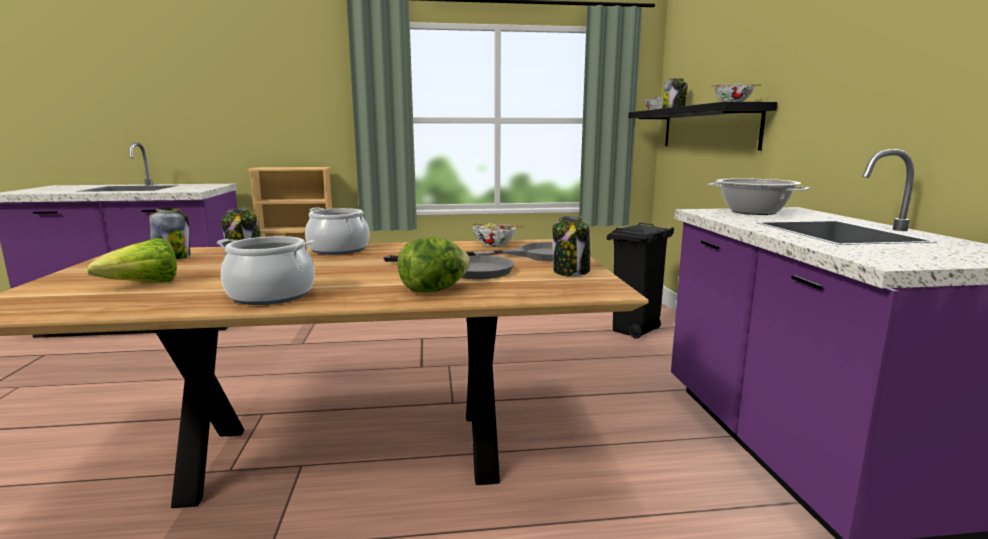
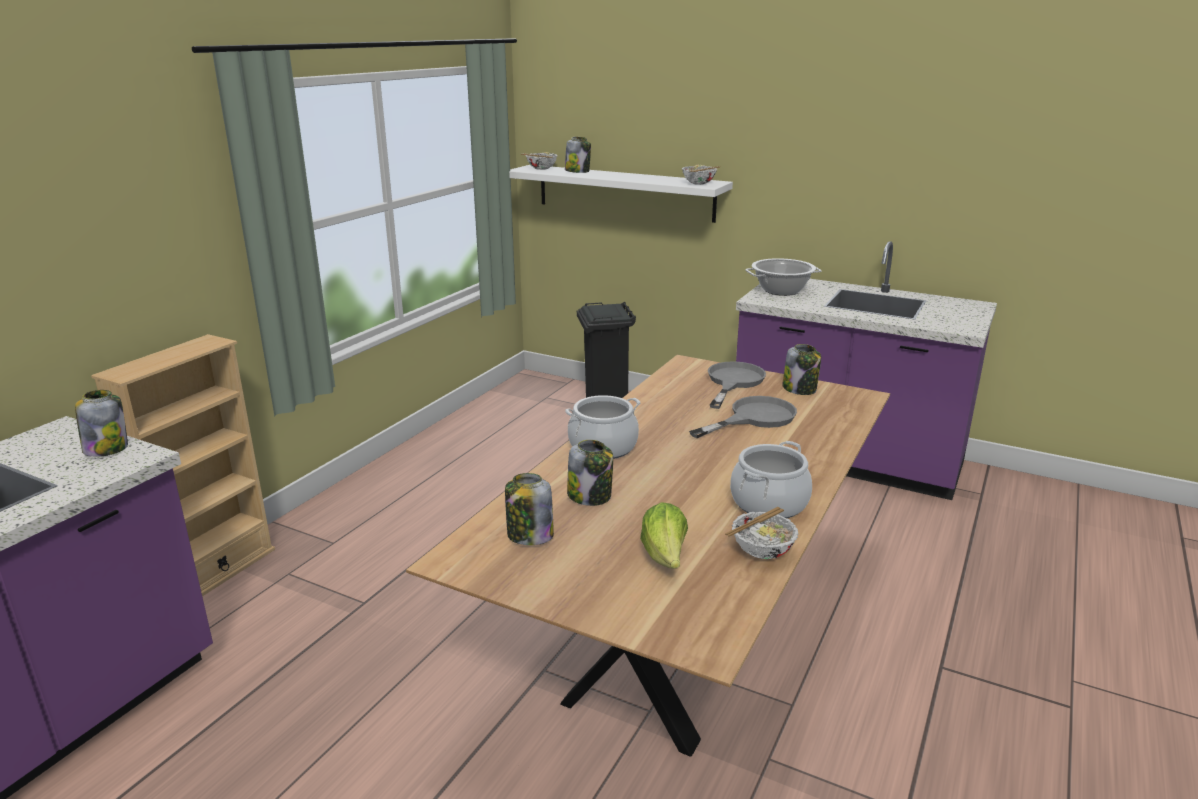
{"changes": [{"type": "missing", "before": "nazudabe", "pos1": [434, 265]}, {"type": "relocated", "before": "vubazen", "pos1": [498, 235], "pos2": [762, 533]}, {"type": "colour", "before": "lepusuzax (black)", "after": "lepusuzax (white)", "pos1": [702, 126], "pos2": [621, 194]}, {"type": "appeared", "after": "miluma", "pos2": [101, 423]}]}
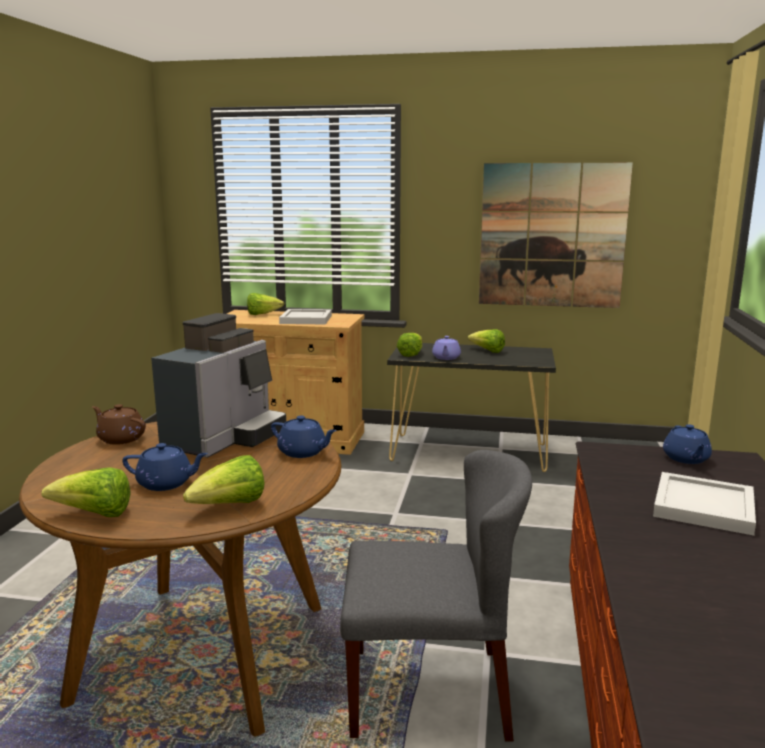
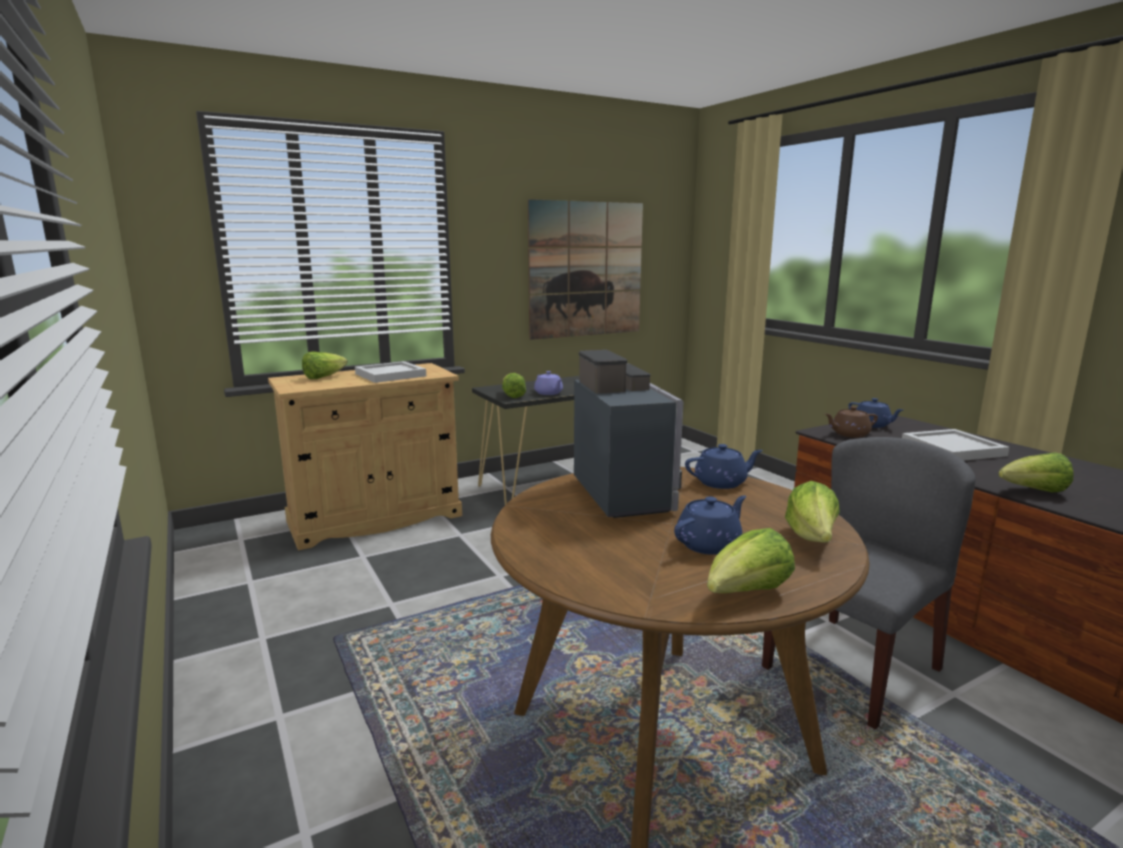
{"changes": [{"type": "relocated", "before": "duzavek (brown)", "pos1": [119, 424], "pos2": [851, 422]}, {"type": "relocated", "before": "nazudabe", "pos1": [486, 341], "pos2": [1036, 472]}]}
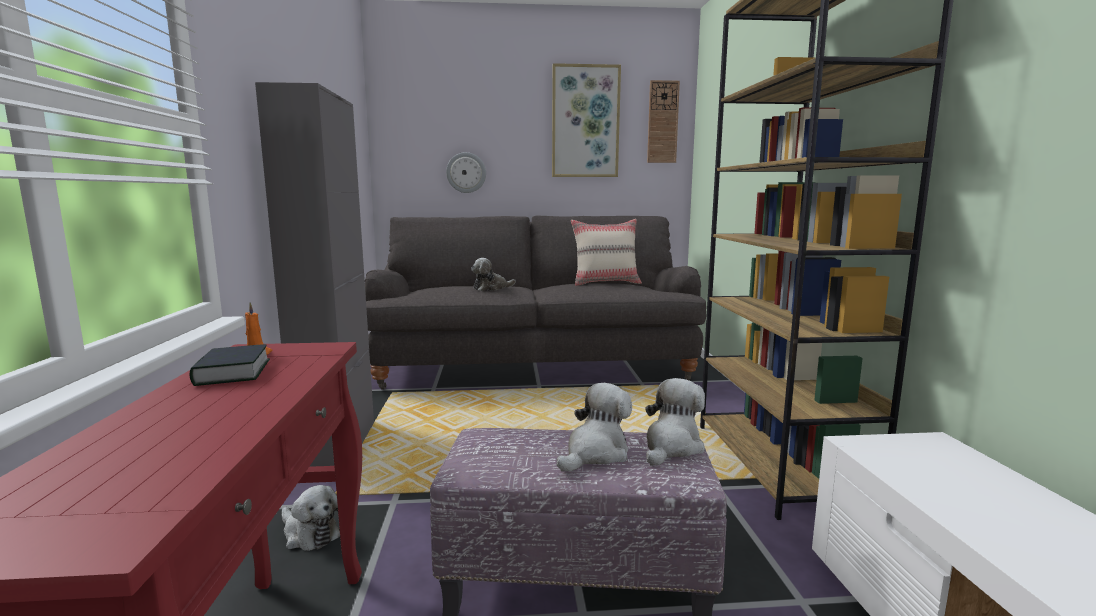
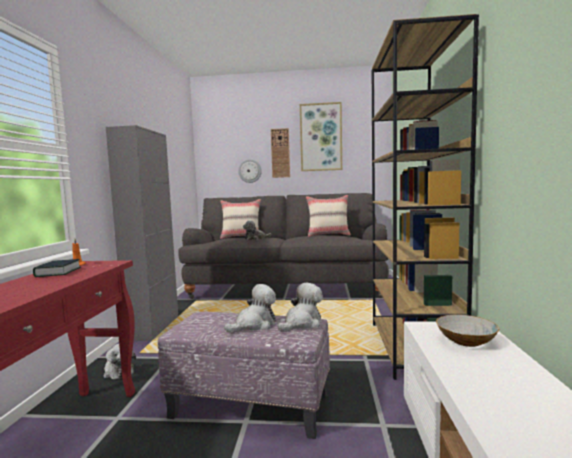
{"changes": [{"type": "relocated", "before": "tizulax", "pos1": [663, 121], "pos2": [280, 153]}, {"type": "appeared", "after": "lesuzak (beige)", "pos2": [240, 219]}, {"type": "appeared", "after": "vubazen", "pos2": [467, 330]}]}
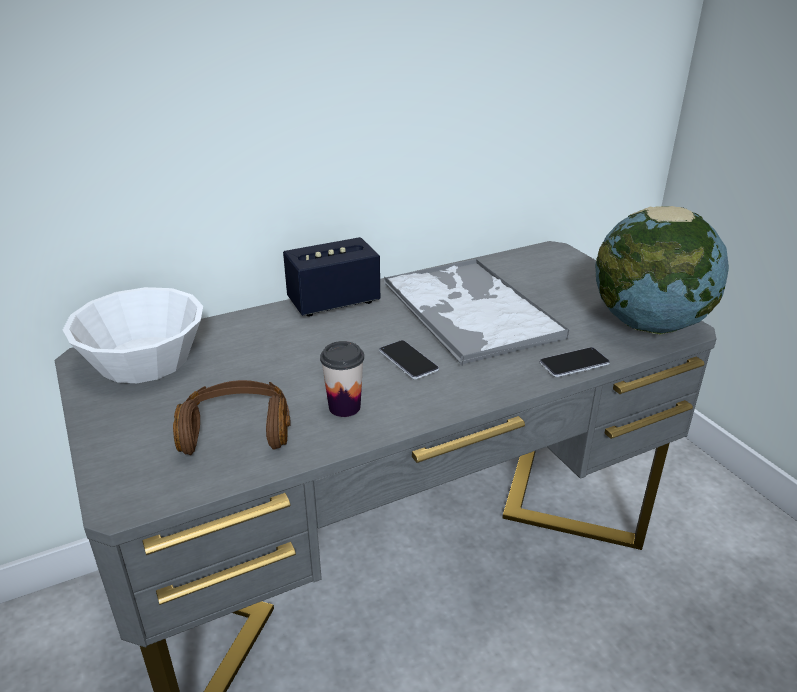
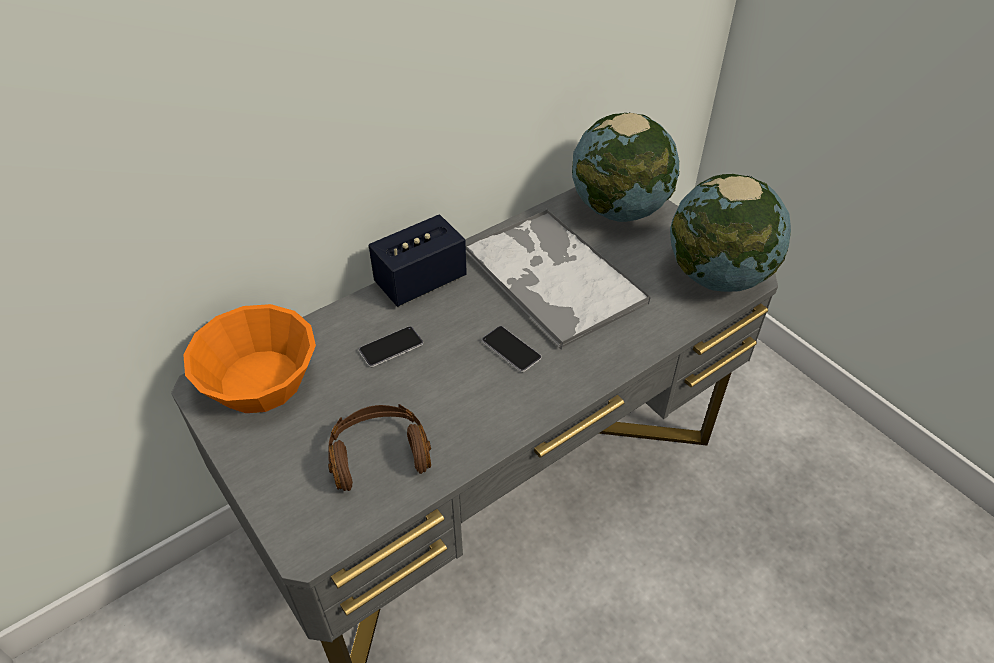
{"changes": [{"type": "colour", "before": "vubazen (white)", "after": "vubazen (orange)", "pos1": [133, 335], "pos2": [249, 358]}, {"type": "missing", "before": "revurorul", "pos1": [342, 379]}, {"type": "relocated", "before": "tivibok", "pos1": [574, 362], "pos2": [391, 346]}, {"type": "appeared", "after": "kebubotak", "pos2": [625, 167]}]}
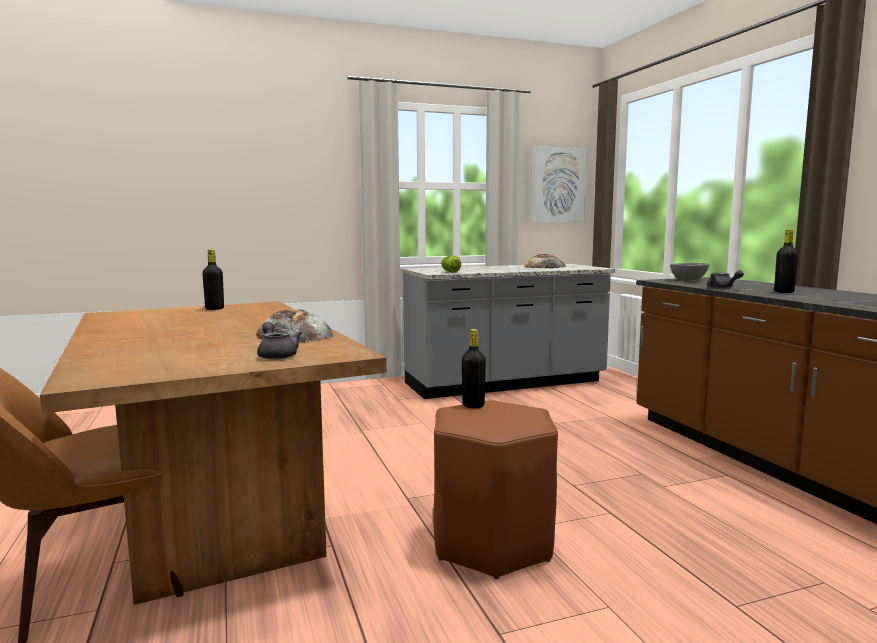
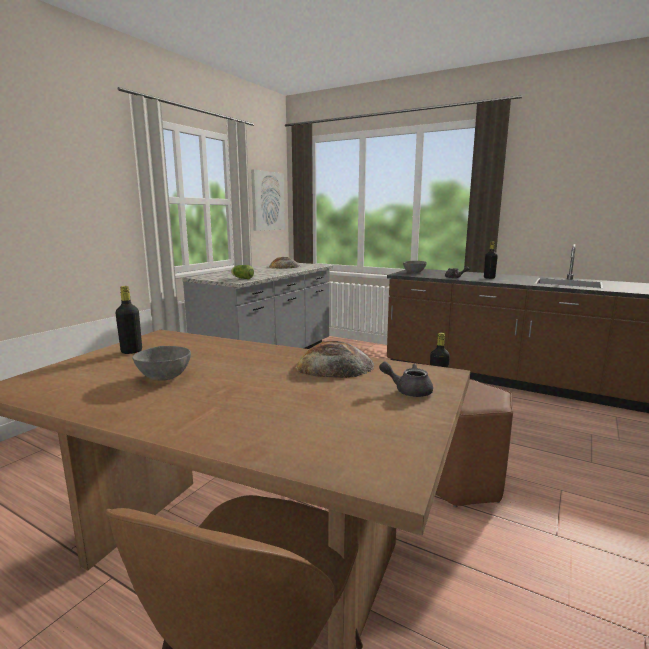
{"changes": [{"type": "appeared", "after": "vubazen (grey)", "pos2": [161, 363]}]}
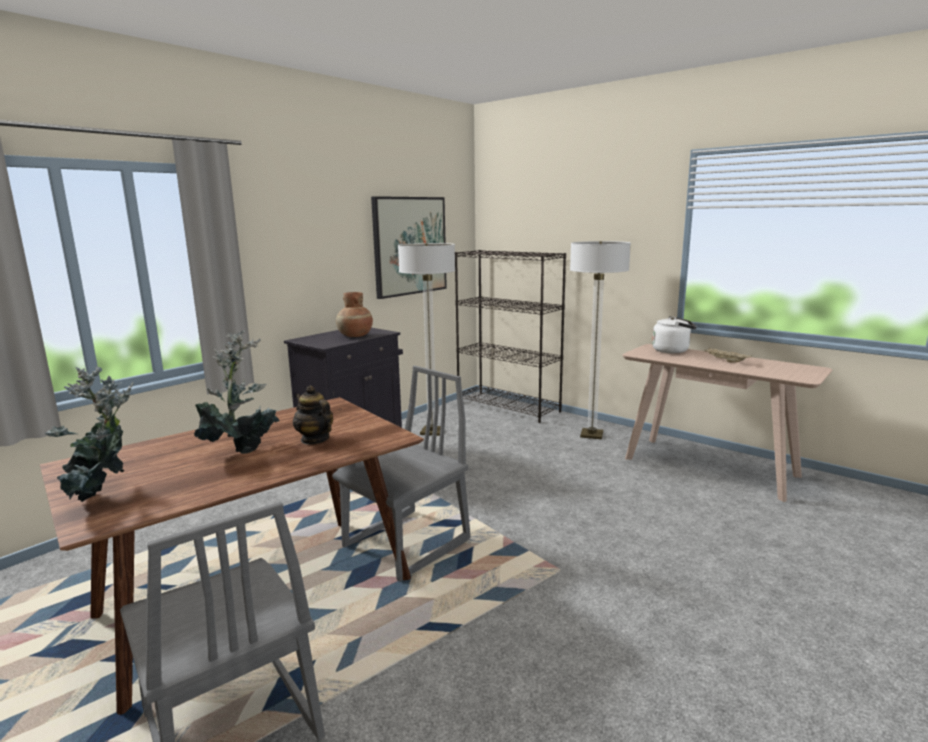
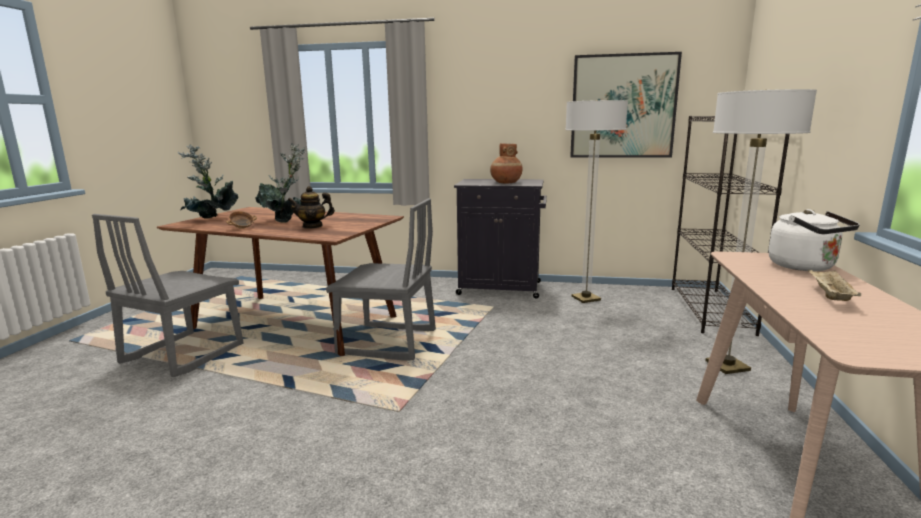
{"changes": [{"type": "spun", "before": "duzavek", "pos1": [313, 415], "pos2": [311, 207], "turn": -120}, {"type": "appeared", "after": "vubazen", "pos2": [241, 220]}]}
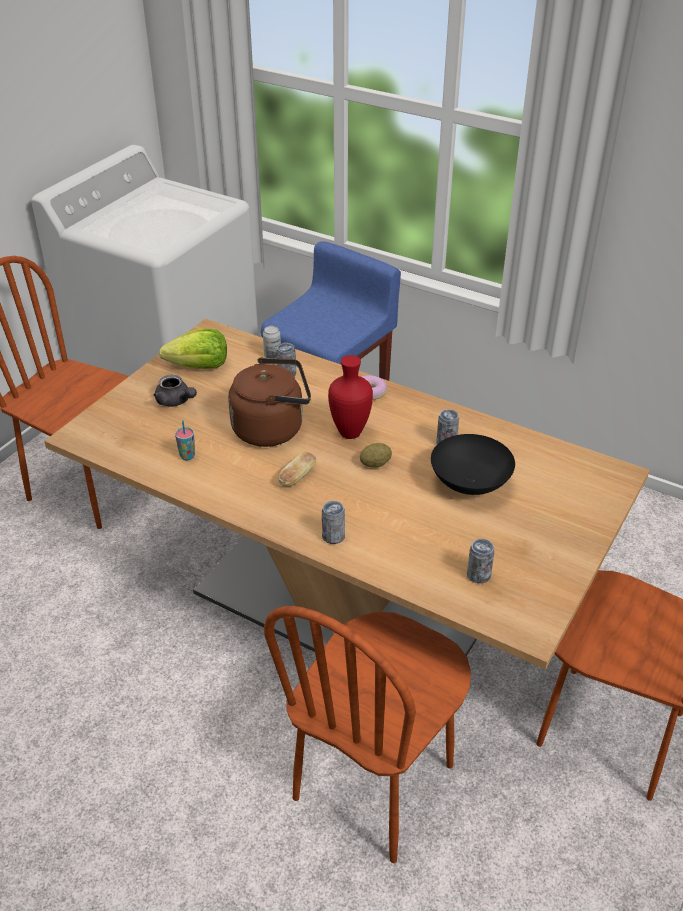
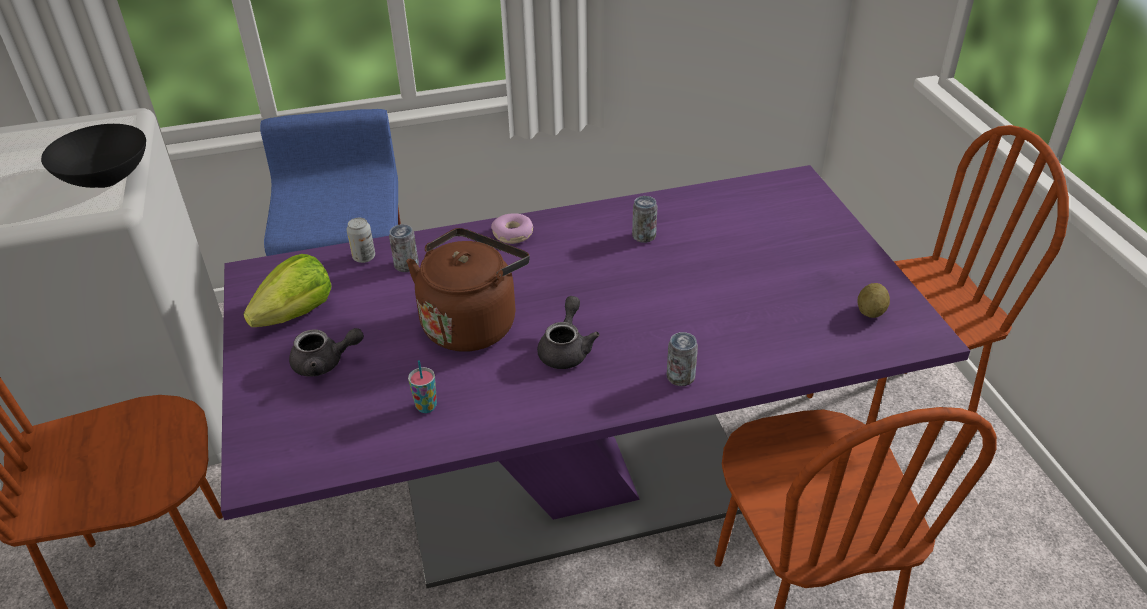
{"changes": [{"type": "colour", "before": "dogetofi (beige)", "after": "dogetofi (purple)", "pos1": [347, 494], "pos2": [595, 376]}, {"type": "exchanged", "before": "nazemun", "after": "duzavek (grey)", "pos1": [297, 469], "pos2": [568, 332]}, {"type": "missing", "before": "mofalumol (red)", "pos1": [350, 397]}, {"type": "relocated", "before": "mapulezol", "pos1": [376, 455], "pos2": [873, 300]}, {"type": "relocated", "before": "vubazen (black)", "pos1": [473, 464], "pos2": [93, 156]}, {"type": "missing", "before": "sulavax", "pos1": [481, 561]}]}
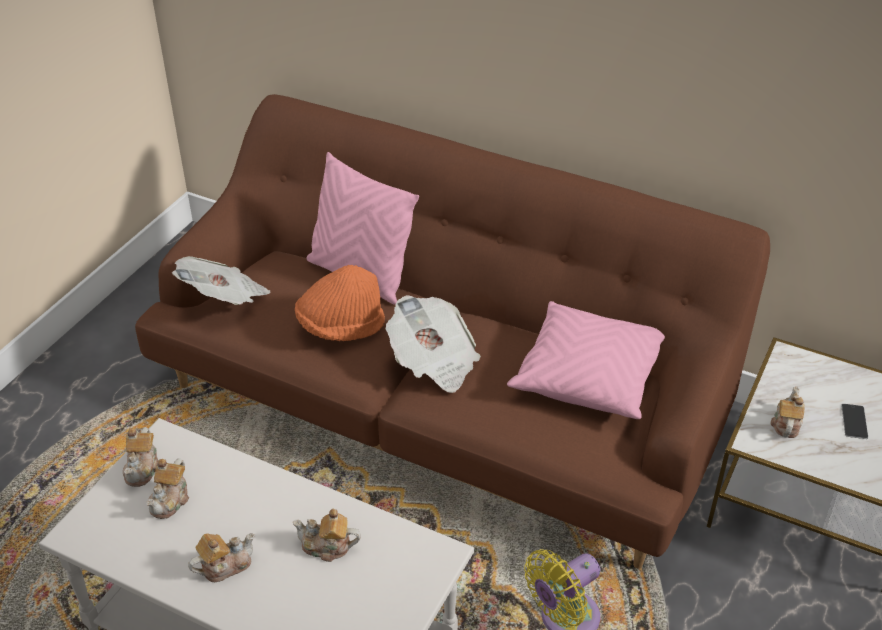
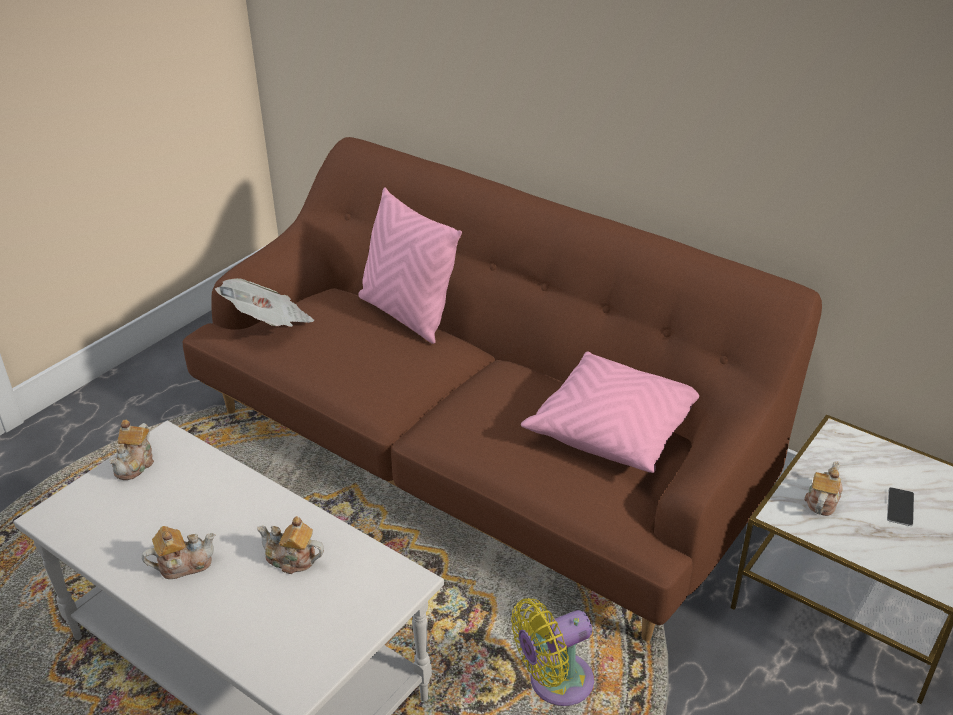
{"changes": [{"type": "missing", "before": "duzavek", "pos1": [167, 488]}, {"type": "missing", "before": "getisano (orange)", "pos1": [340, 303]}, {"type": "missing", "before": "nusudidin", "pos1": [433, 344]}]}
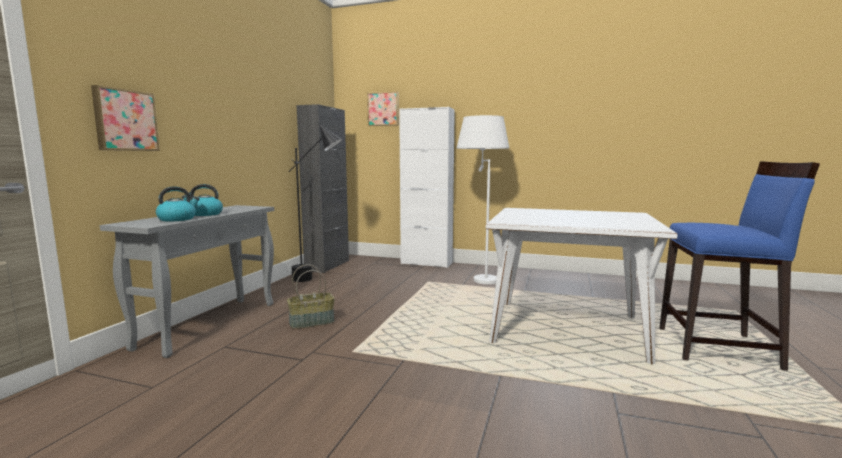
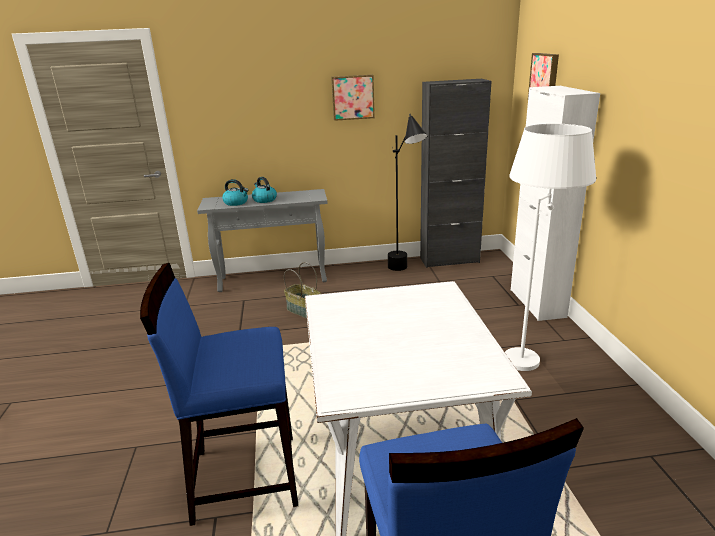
{"changes": [{"type": "relocated", "before": "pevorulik", "pos1": [125, 118], "pos2": [353, 98]}, {"type": "appeared", "after": "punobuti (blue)", "pos2": [219, 394]}]}
